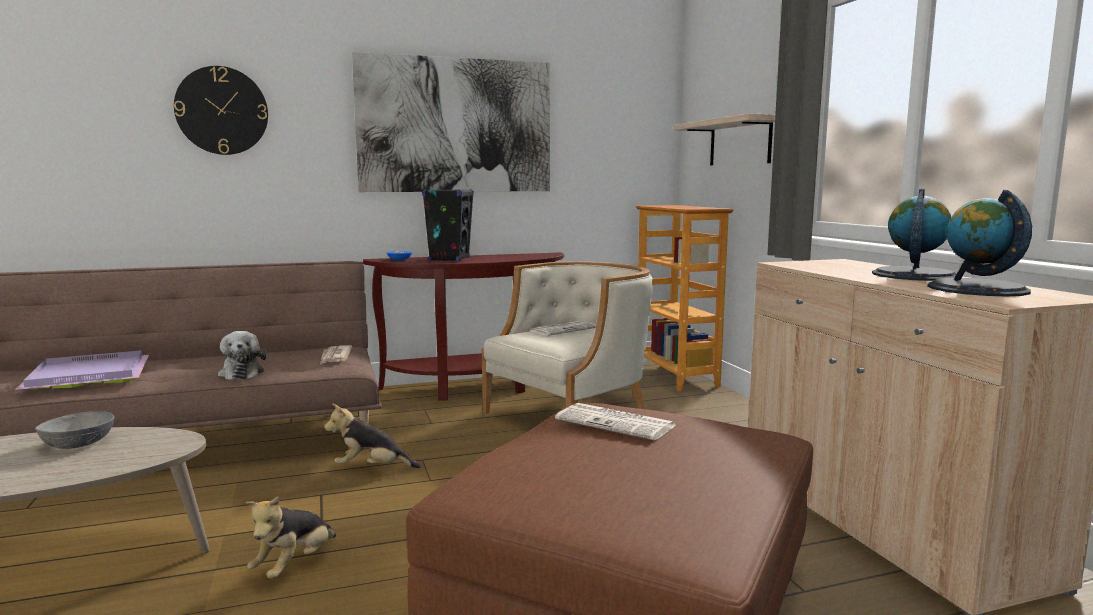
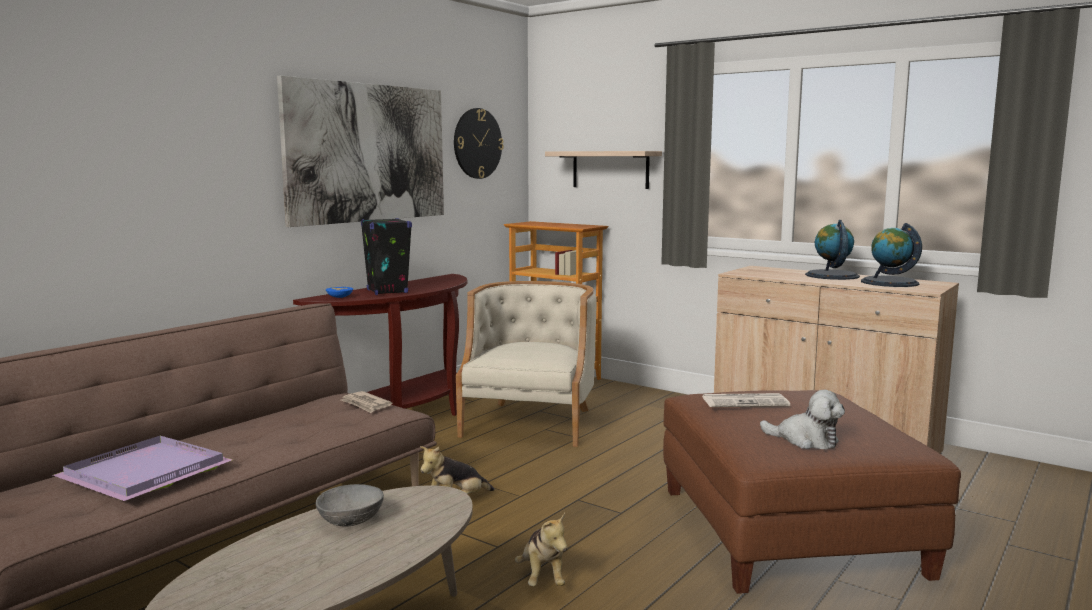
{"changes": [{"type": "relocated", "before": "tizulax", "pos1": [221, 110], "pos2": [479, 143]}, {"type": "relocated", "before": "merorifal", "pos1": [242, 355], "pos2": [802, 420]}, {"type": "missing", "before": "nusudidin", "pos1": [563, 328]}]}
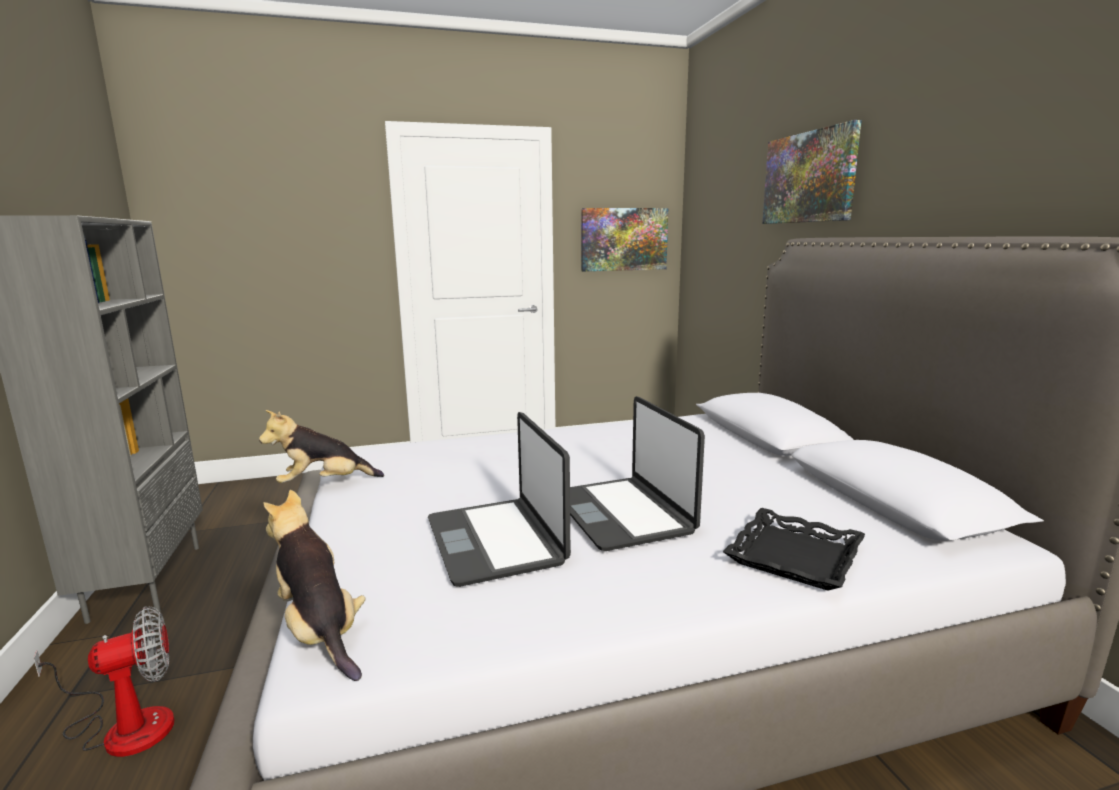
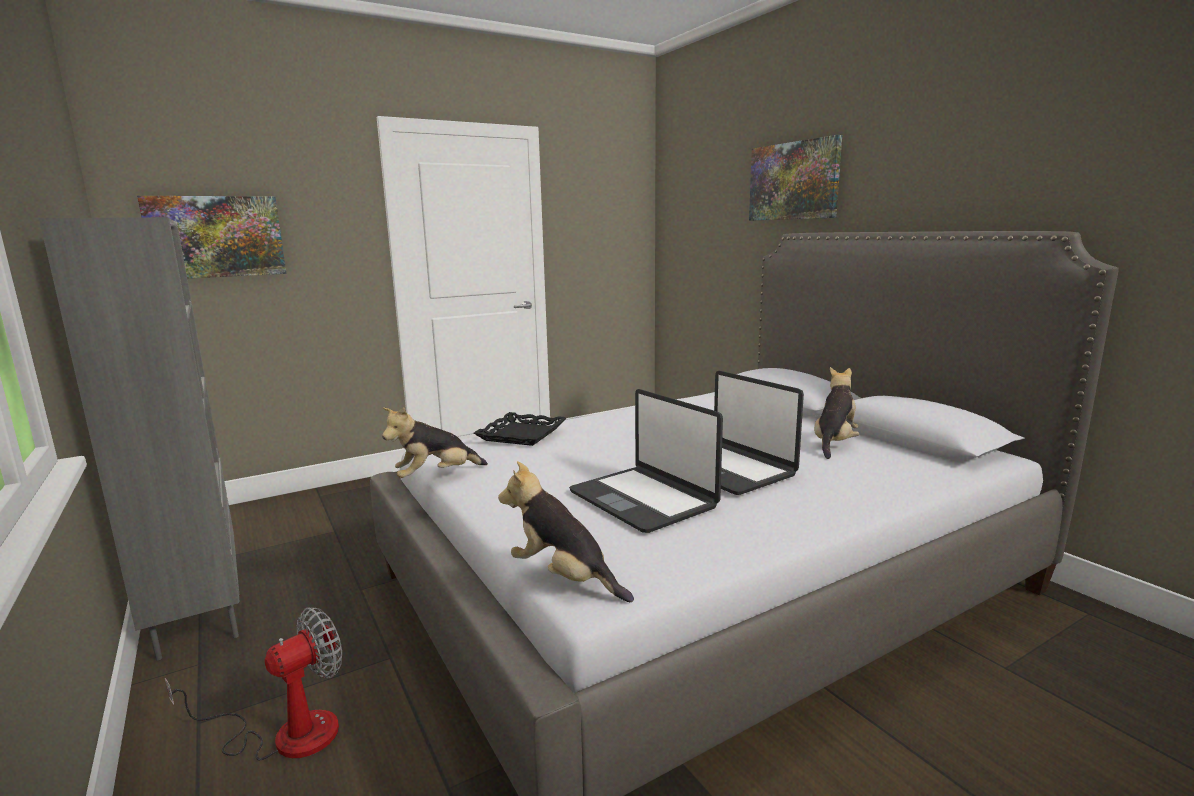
{"changes": [{"type": "relocated", "before": "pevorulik", "pos1": [624, 239], "pos2": [211, 237]}, {"type": "relocated", "before": "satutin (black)", "pos1": [794, 549], "pos2": [520, 429]}, {"type": "appeared", "after": "merorifal", "pos2": [837, 413]}]}
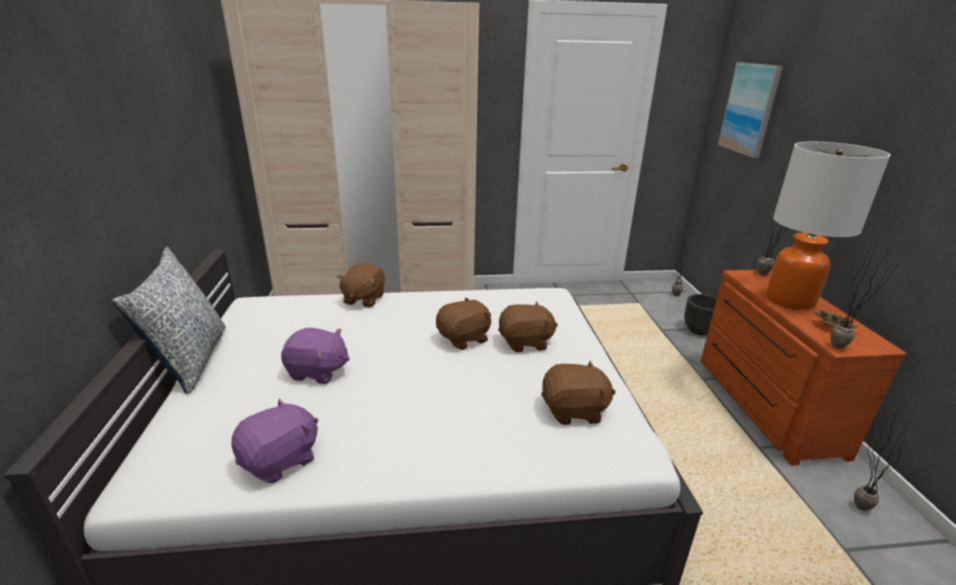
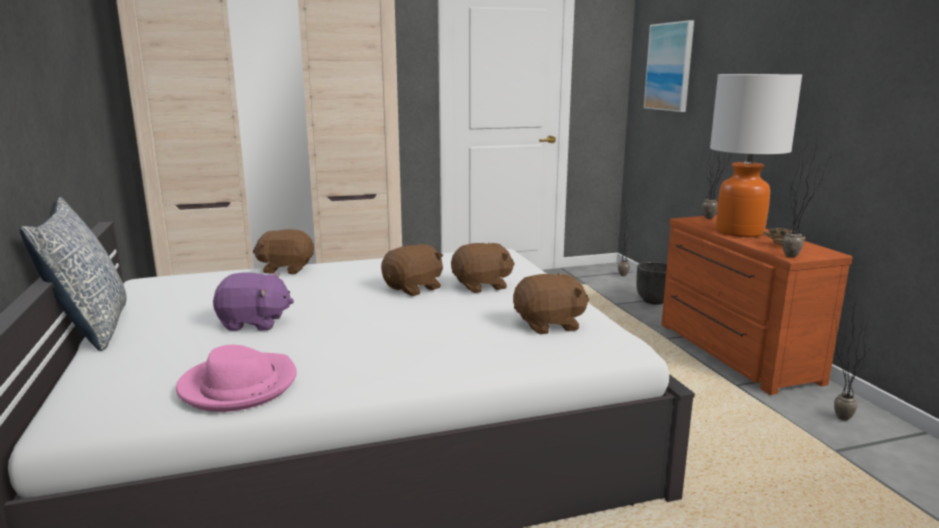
{"changes": [{"type": "exchanged", "before": "merorifal (purple)", "after": "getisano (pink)", "pos1": [274, 440], "pos2": [236, 378]}, {"type": "spun", "before": "merorifal (brown)", "pos1": [361, 285], "pos2": [283, 251], "turn": 90}]}
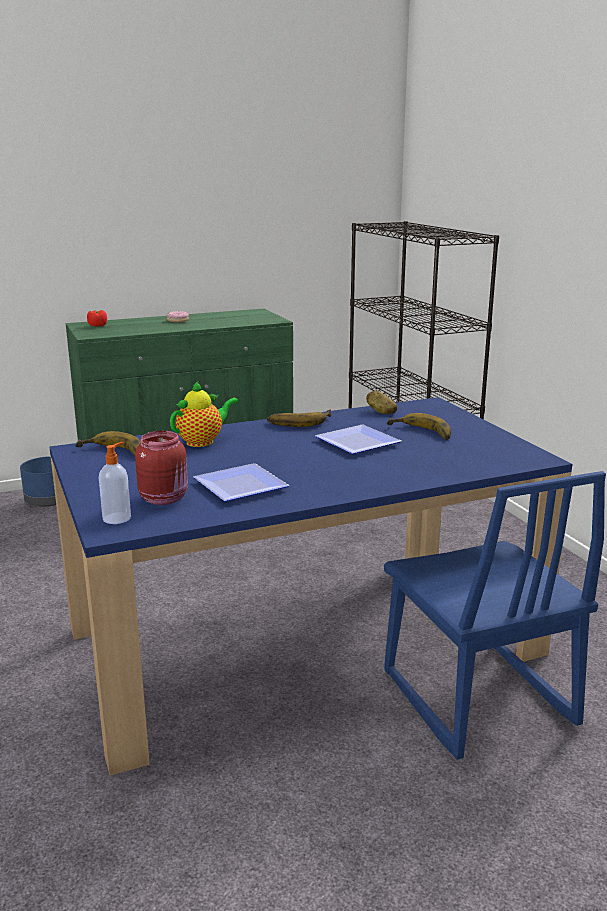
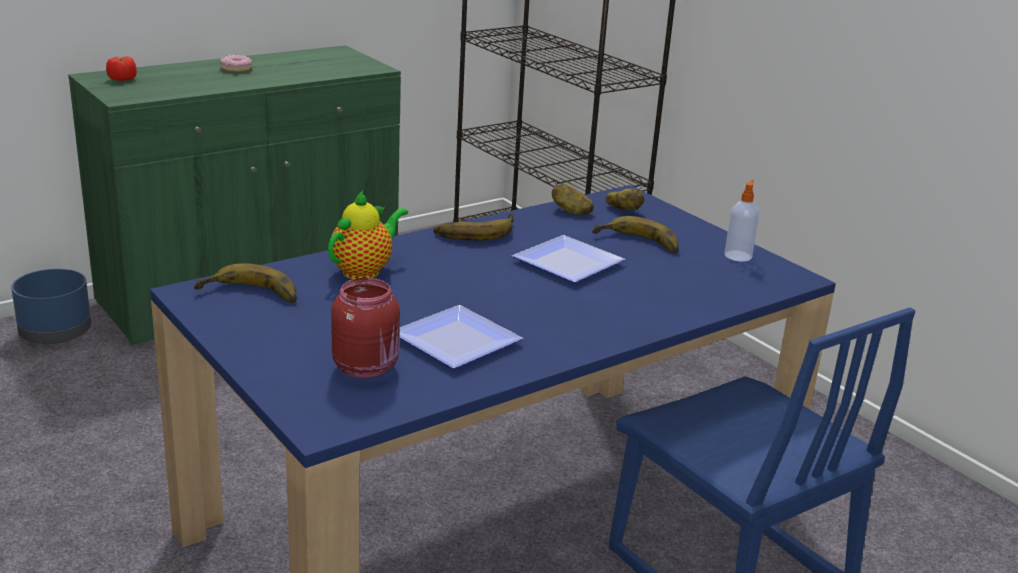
{"changes": [{"type": "relocated", "before": "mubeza", "pos1": [115, 483], "pos2": [741, 220]}, {"type": "appeared", "after": "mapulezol", "pos2": [625, 199]}]}
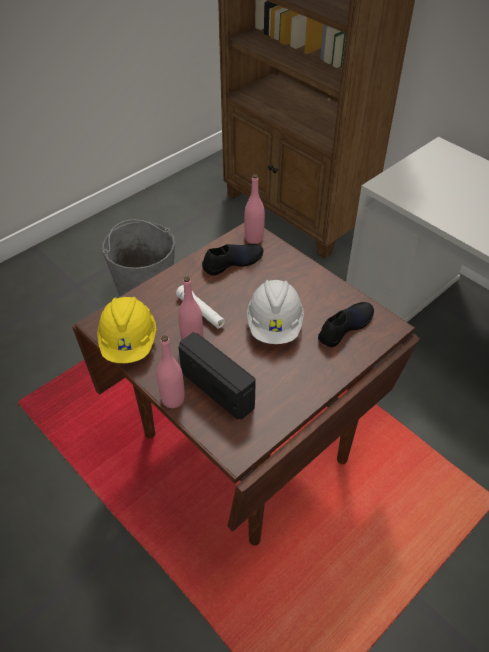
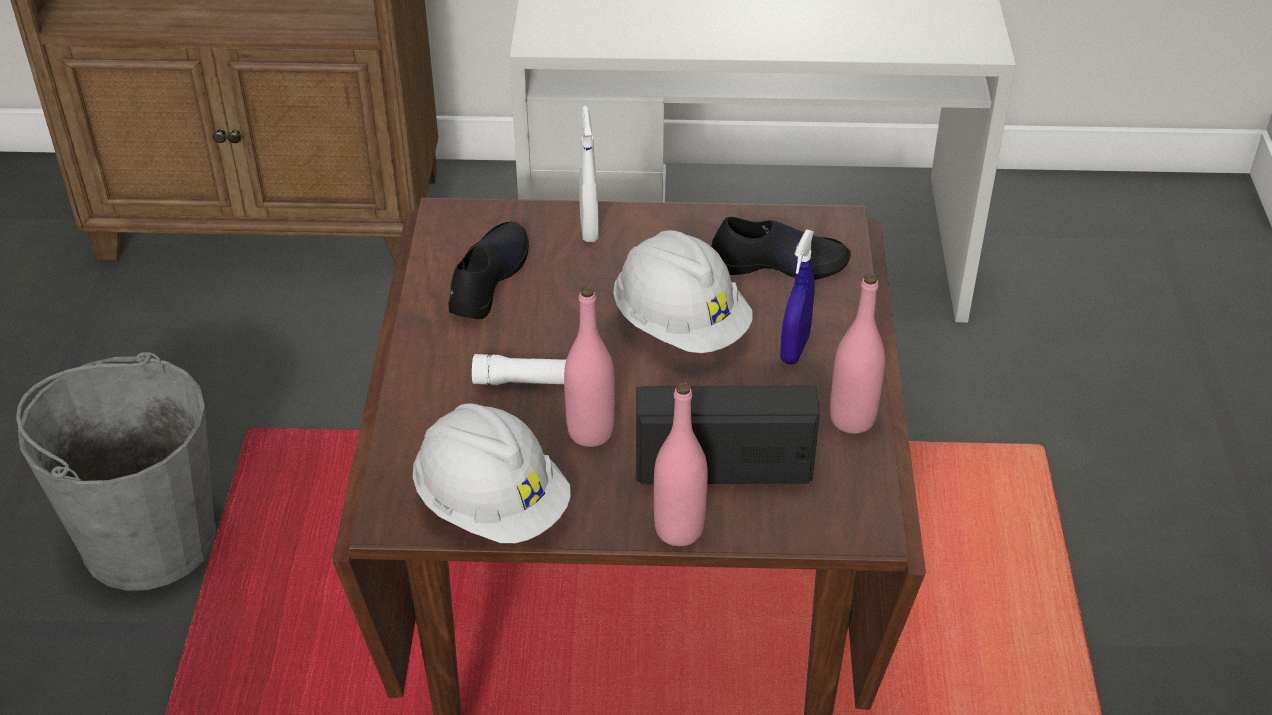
{"changes": [{"type": "colour", "before": "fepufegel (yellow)", "after": "fepufegel (white)", "pos1": [126, 329], "pos2": [492, 473]}, {"type": "relocated", "before": "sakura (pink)", "pos1": [254, 209], "pos2": [857, 354]}, {"type": "spun", "before": "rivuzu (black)", "pos1": [346, 324], "pos2": [781, 248], "turn": 90}, {"type": "appeared", "after": "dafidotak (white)", "pos2": [589, 174]}, {"type": "appeared", "after": "dafidotak (blue)", "pos2": [797, 297]}]}
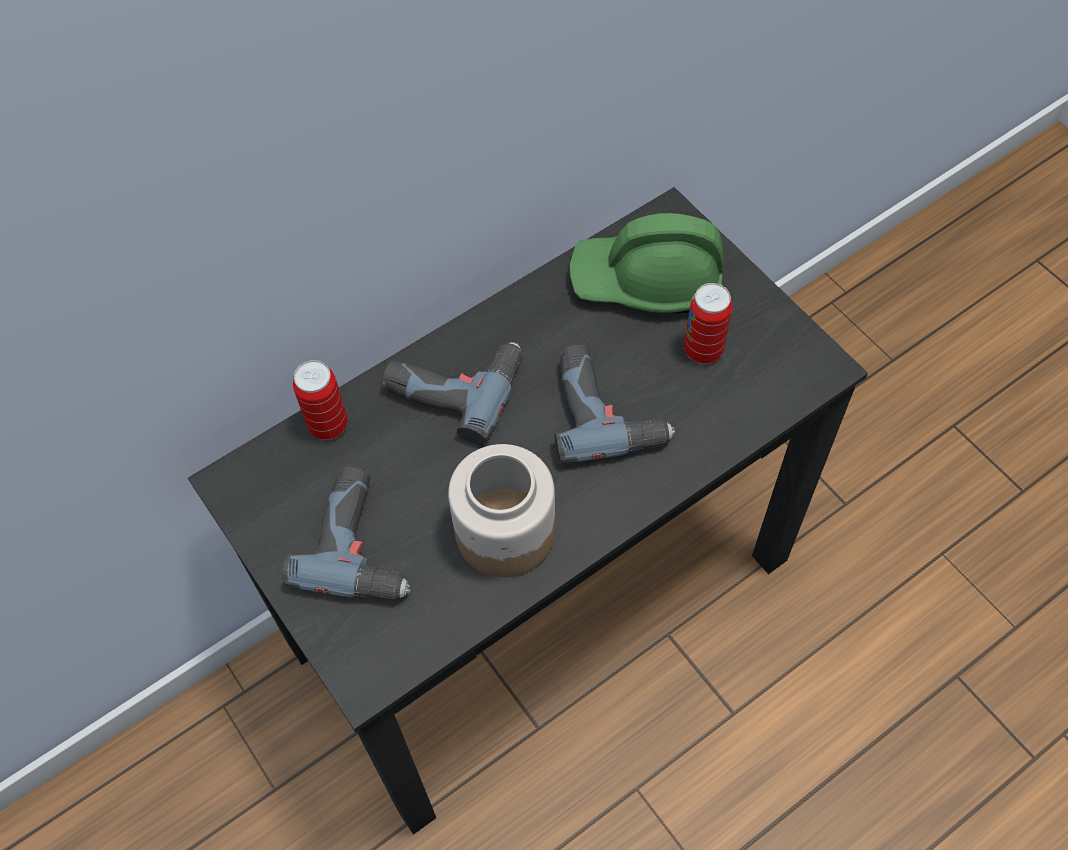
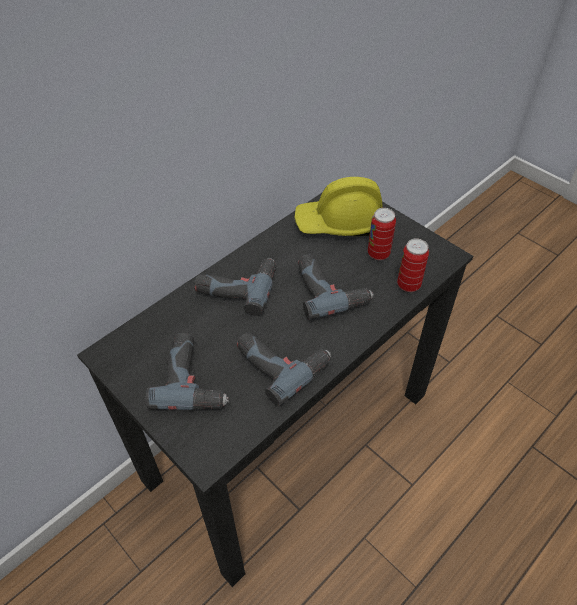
{"changes": [{"type": "relocated", "before": "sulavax", "pos1": [320, 400], "pos2": [413, 265]}, {"type": "exchanged", "before": "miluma", "after": "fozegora", "pos1": [501, 511], "pos2": [284, 369]}, {"type": "colour", "before": "fepufegel (green)", "after": "fepufegel (yellow)", "pos1": [646, 263], "pos2": [338, 206]}]}
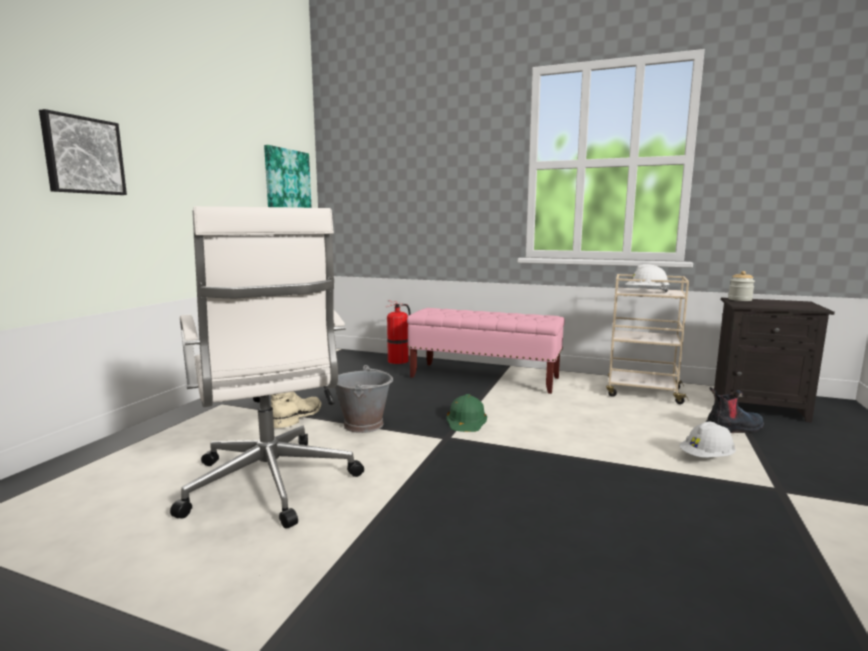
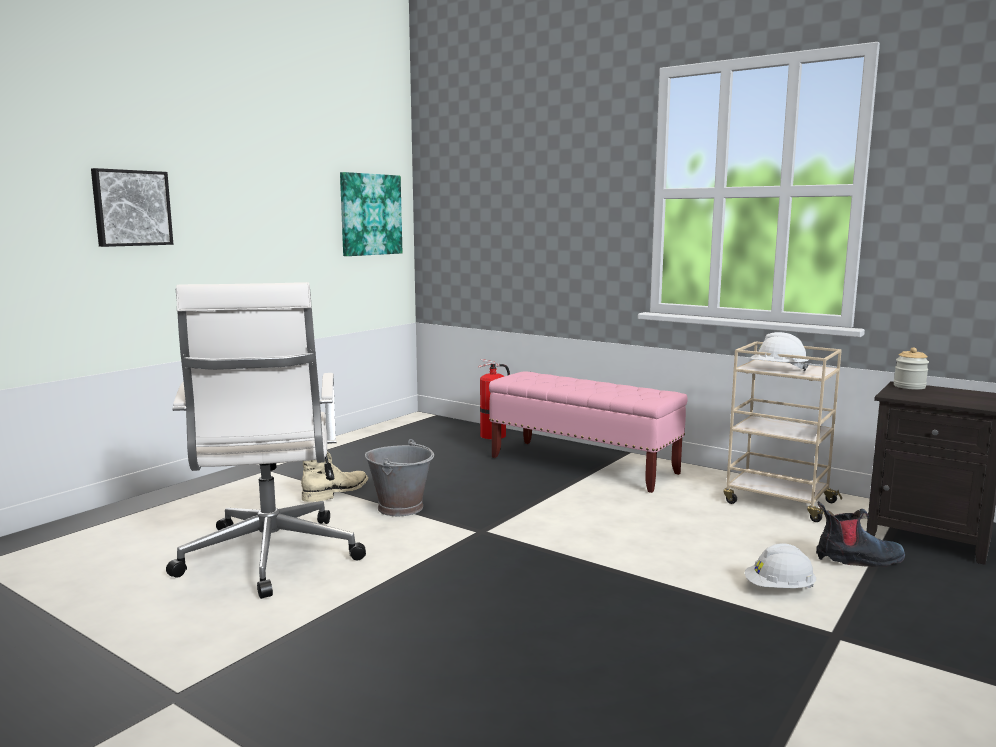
{"changes": [{"type": "missing", "before": "fepufegel (green)", "pos1": [467, 413]}]}
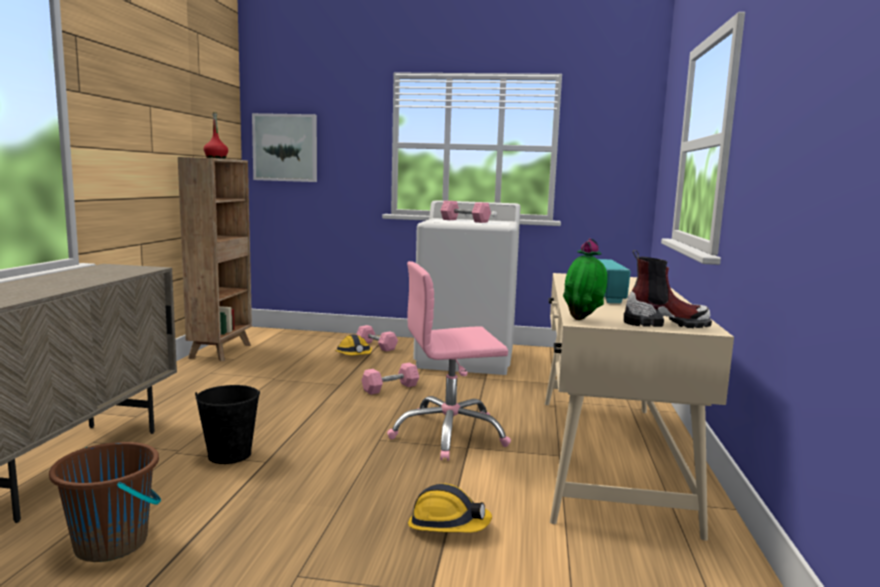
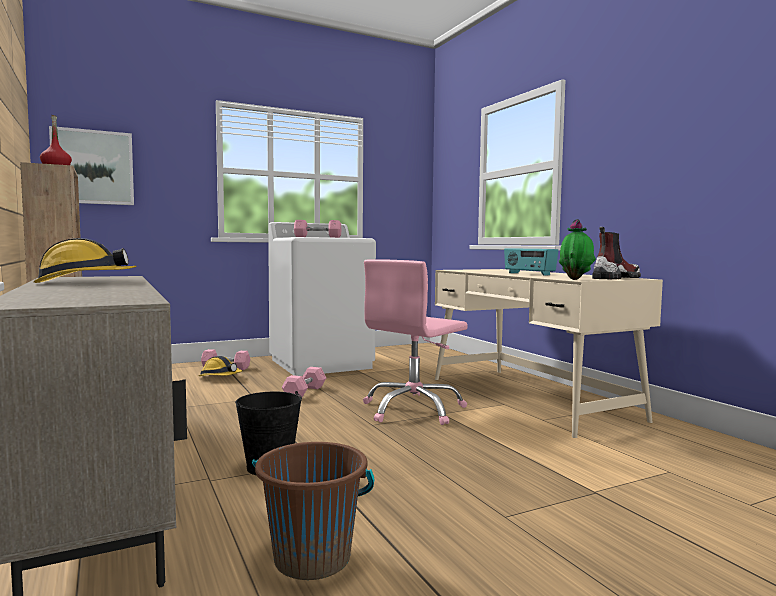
{"changes": [{"type": "relocated", "before": "fepufegel", "pos1": [450, 508], "pos2": [85, 260]}]}
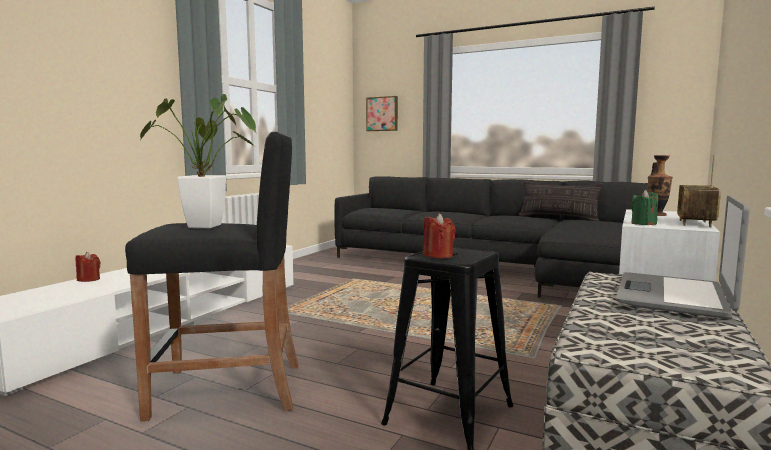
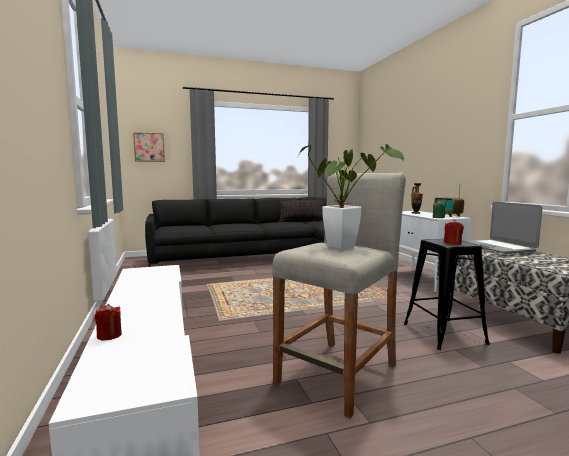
{"changes": [{"type": "colour", "before": "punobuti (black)", "after": "punobuti (beige)", "pos1": [212, 277], "pos2": [339, 295]}]}
